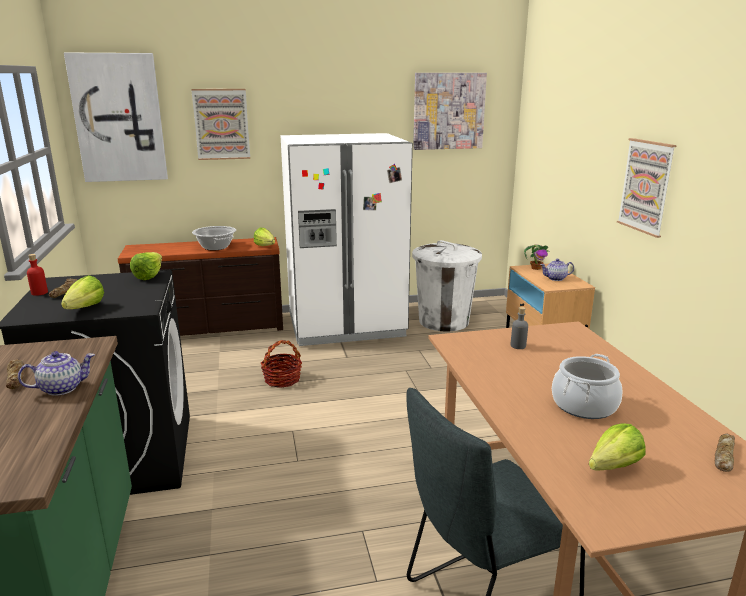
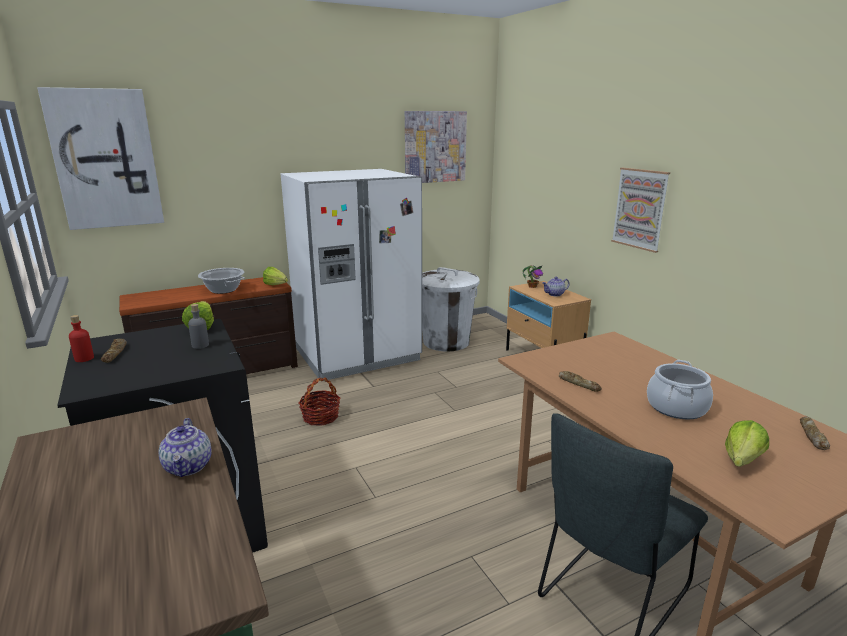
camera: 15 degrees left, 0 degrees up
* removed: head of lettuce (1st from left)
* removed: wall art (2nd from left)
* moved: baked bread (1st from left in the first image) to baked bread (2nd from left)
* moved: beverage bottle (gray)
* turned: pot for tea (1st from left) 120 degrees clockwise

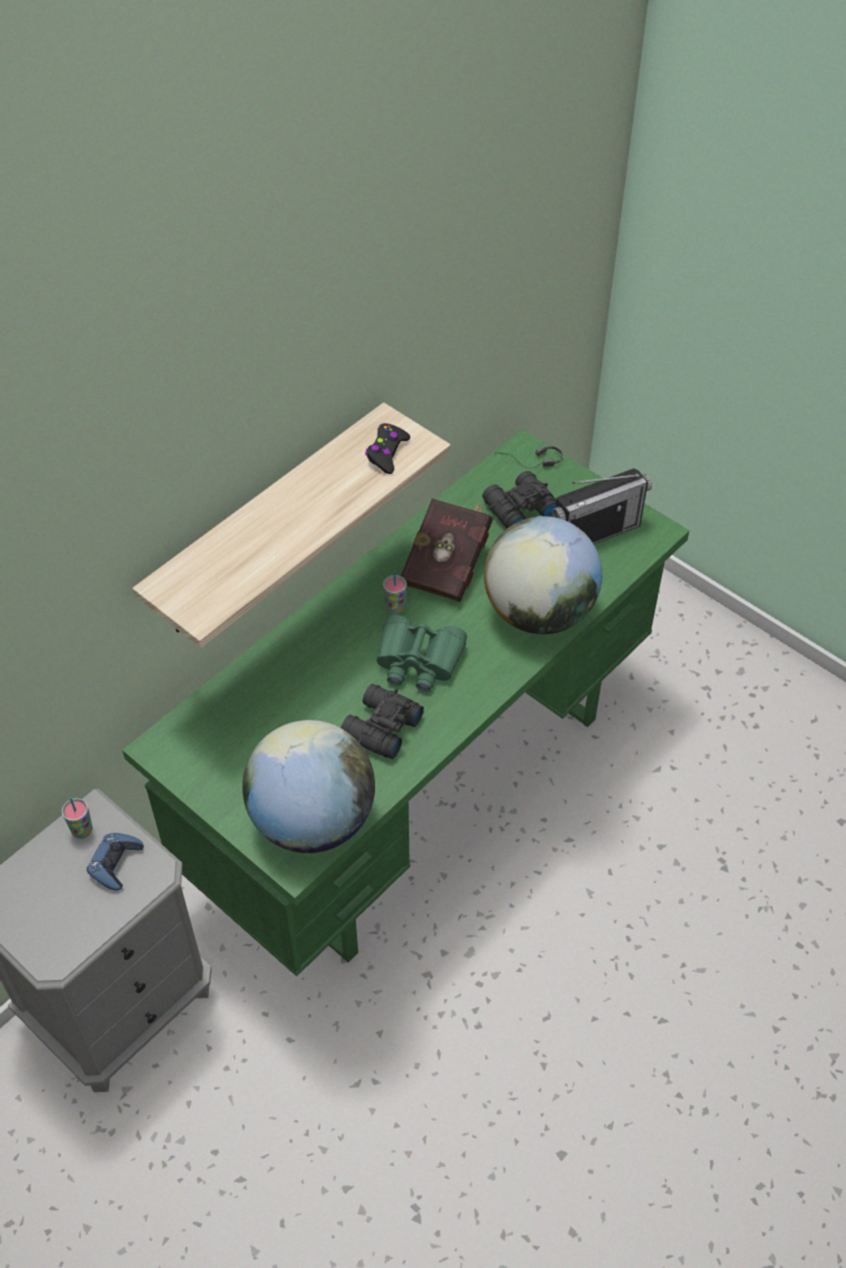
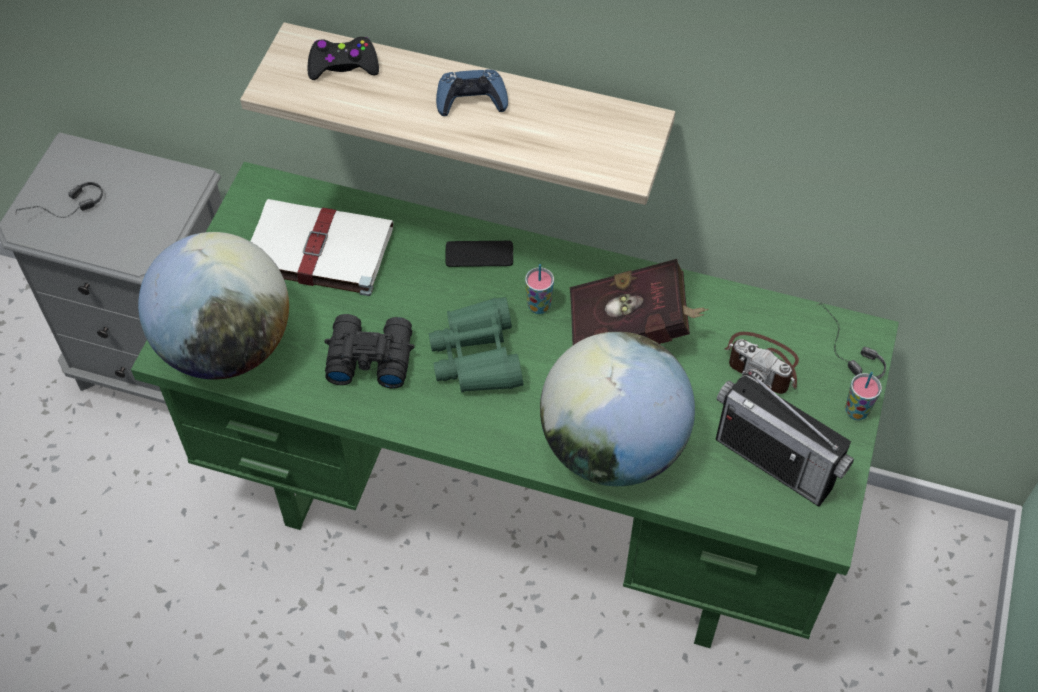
camera: 65 degrees right, 5 degrees up
* added: headset (1st from left)
* added: book (white)
* added: handset
* moved: small cup (1st from left in the first image) to small cup (2nd from left)
* moved: gamepad (blue-coloured)
* moved: gamepad (blackish)
* replaced: binoculars (blackish) (2nd from left) to still camera

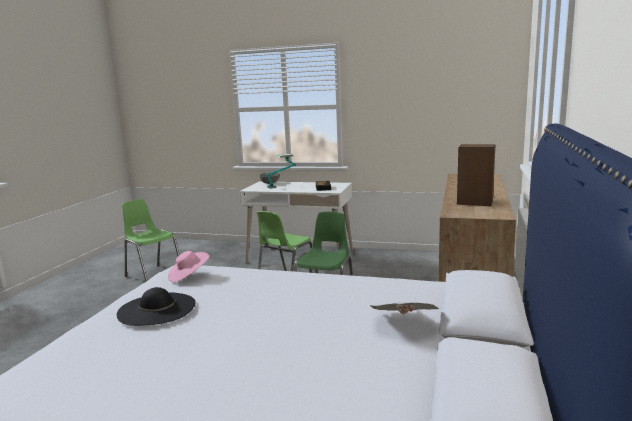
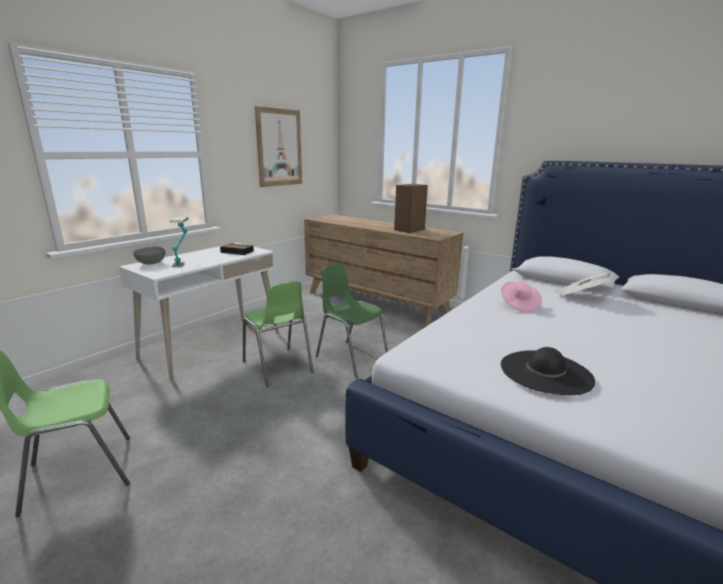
camera: 70 degrees left, 5 degrees up
* added: wall art
* moved: clothing hat (pink-coloured)

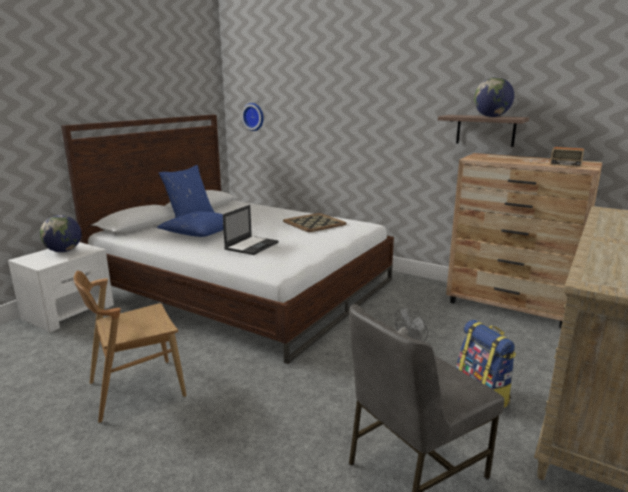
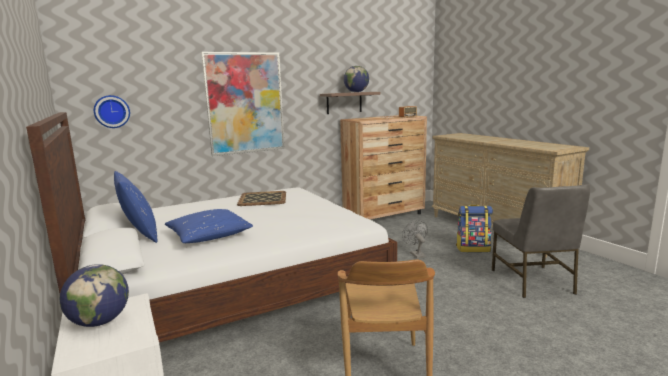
camera: 60 degrees left, 5 degrees down
* removed: portable computer
* added: wall art

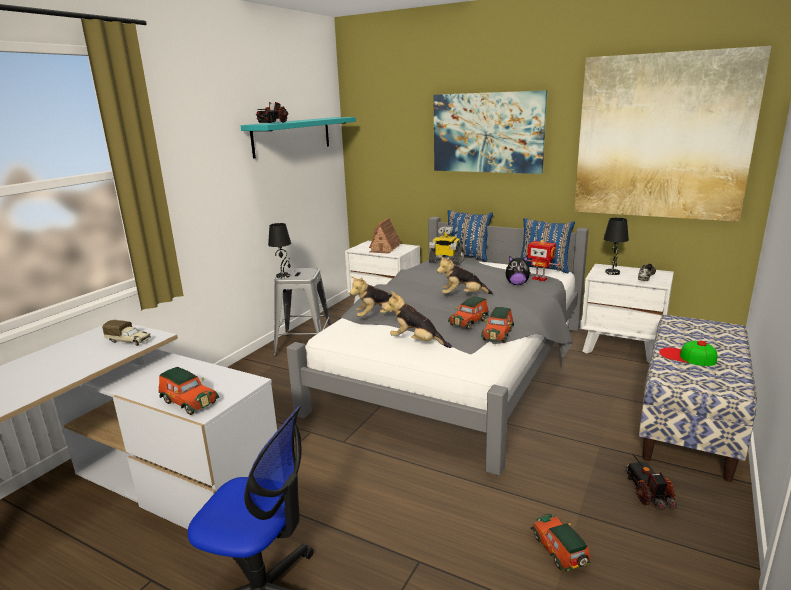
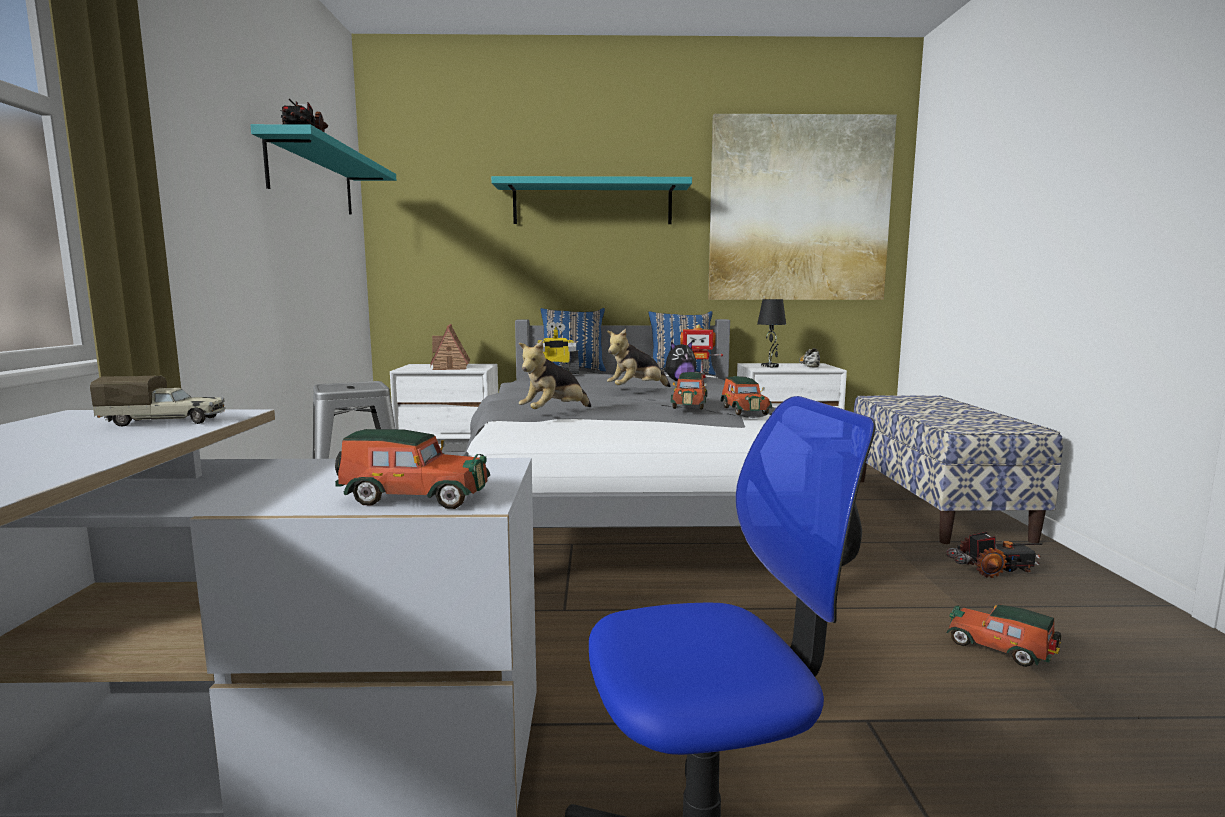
camera: 30 degrees left, 10 degrees down
* removed: table lamp (blackish) (1st from left)
* removed: cuddly toy (2nd from left)
* removed: peaked cap
* replaced: wall art (1st from left) to shelf (turquoise) (2nd from left)
* turned: toy lorry (3rd from left) 120 degrees clockwise

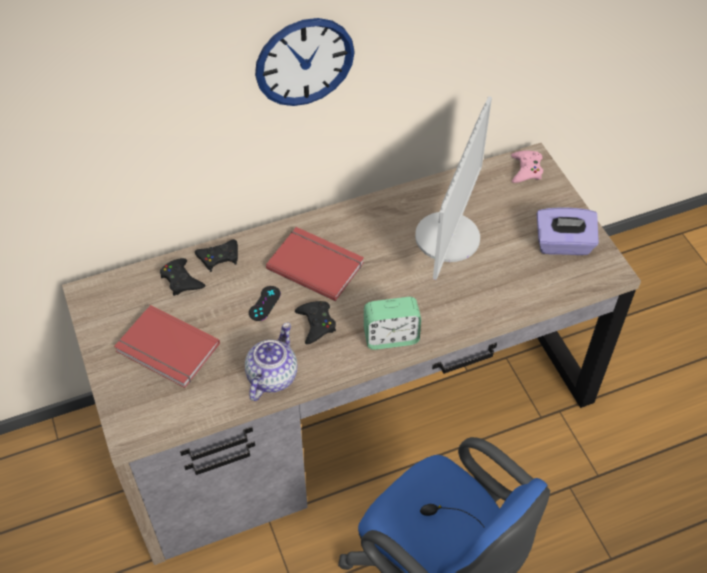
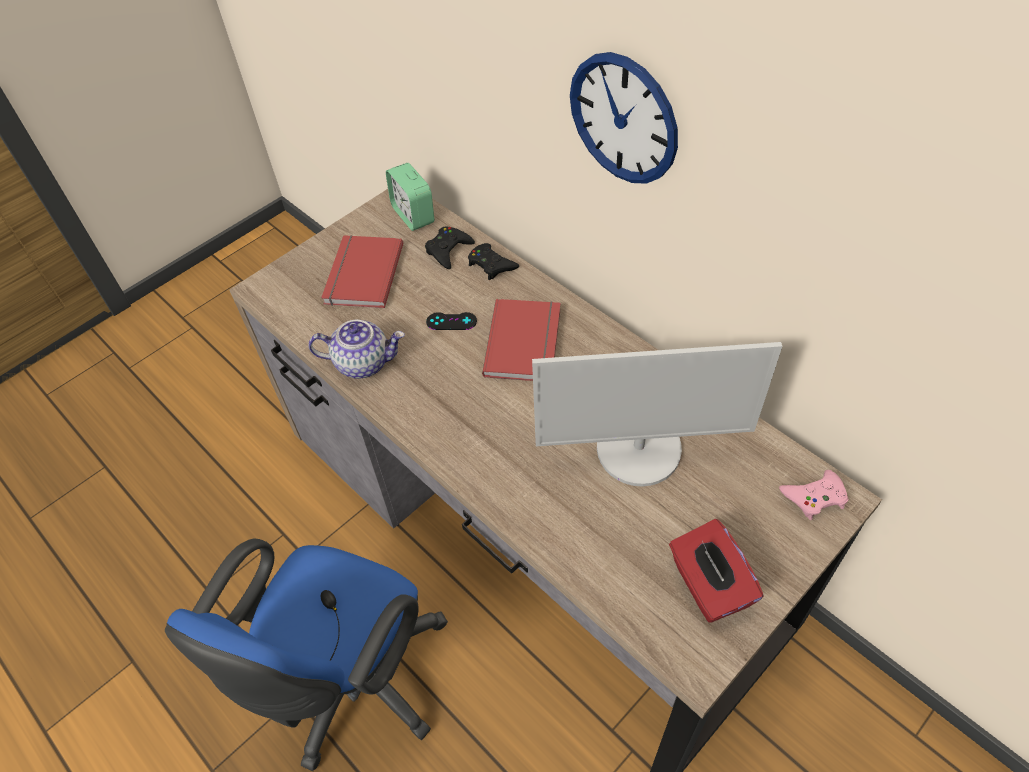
camera: 70 degrees right, 0 degrees up
* removed: gamepad (blackish) (4th from left)
* moved: table clock
* recoloured: tissue holder (purple-coloured) to tissue holder (reddish)

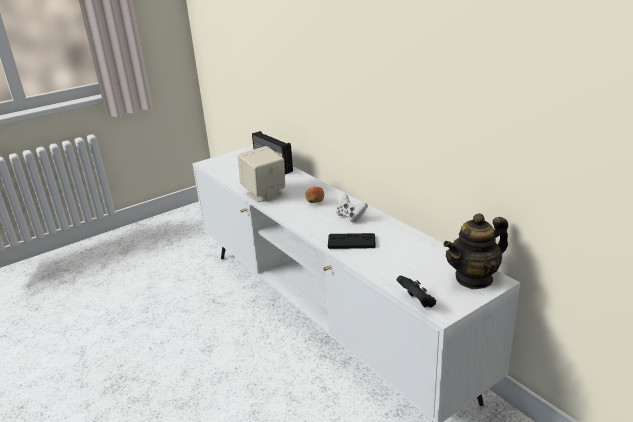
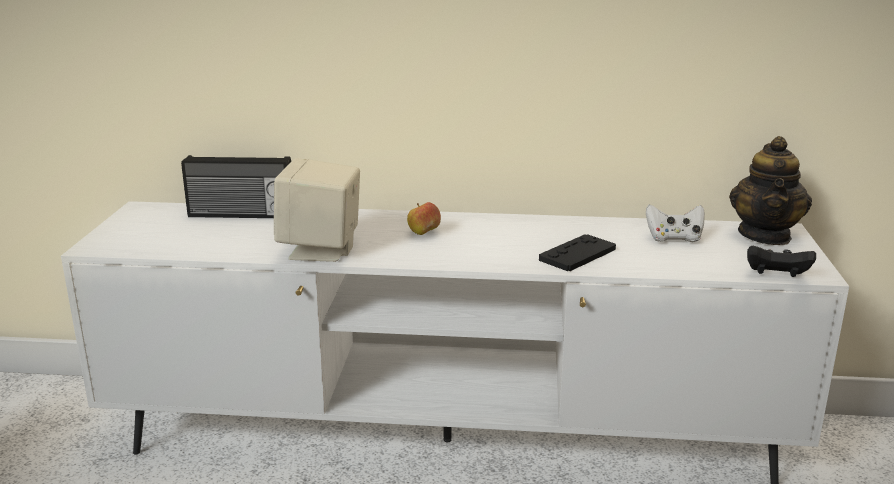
camera: 50 degrees left, 5 degrees down
* moved: gamepad (white)

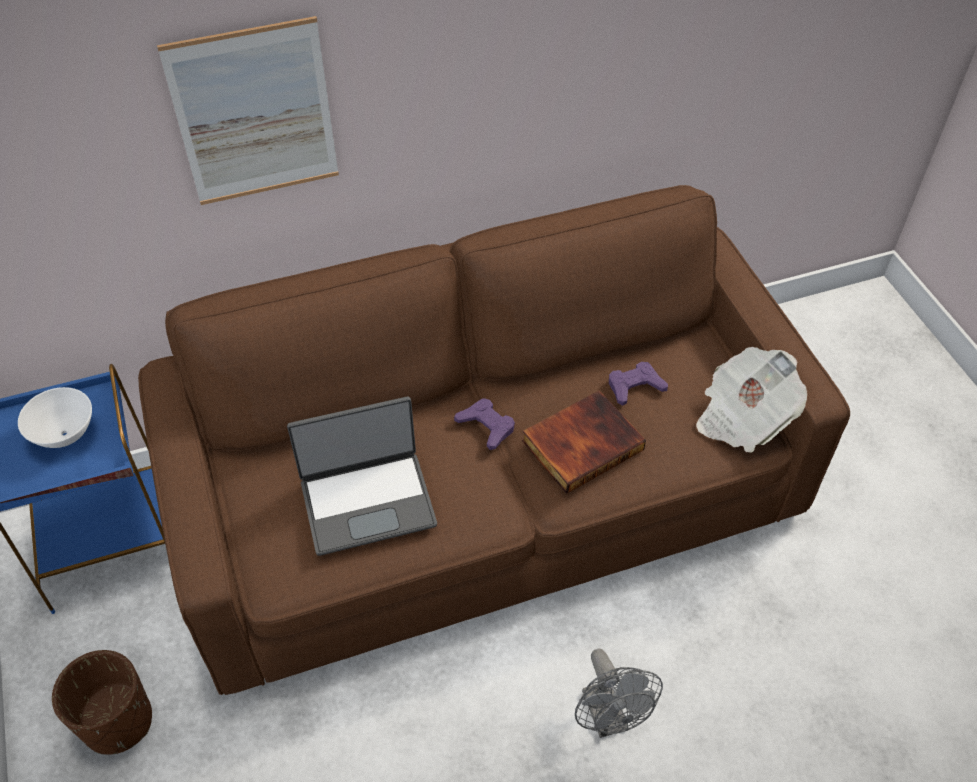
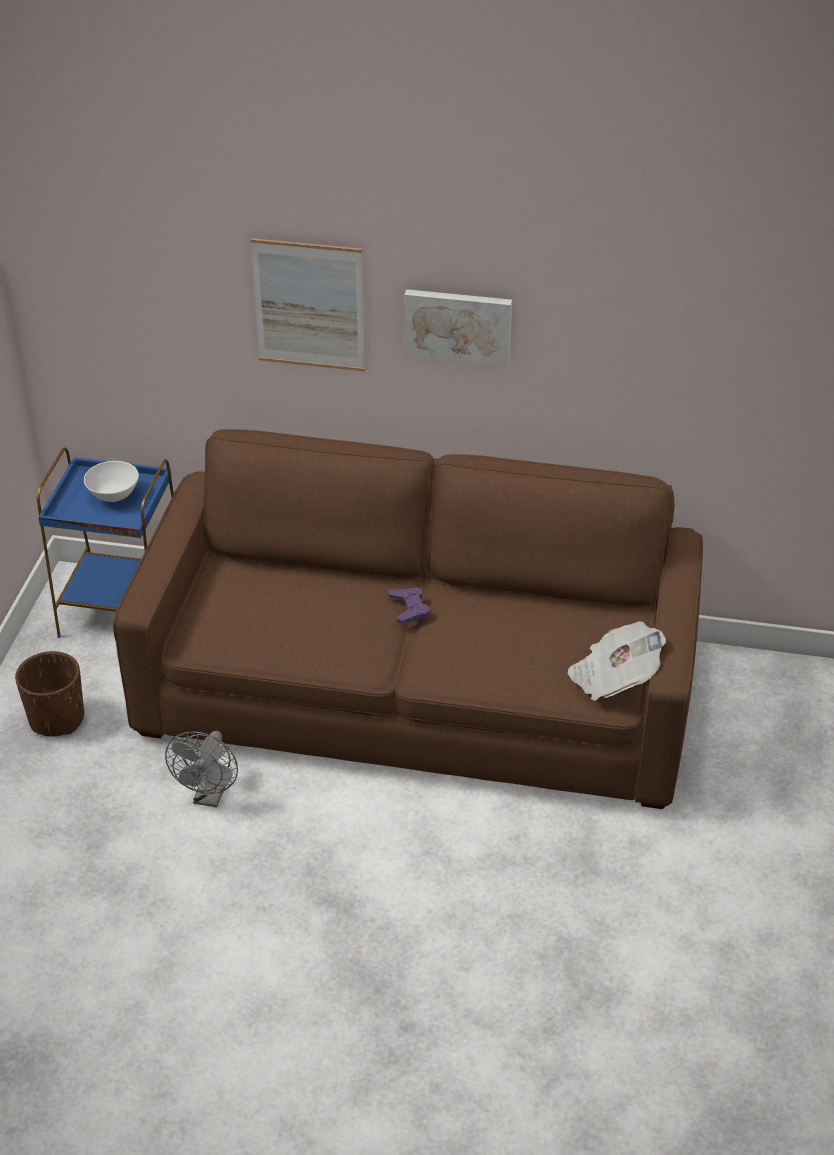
camera: 30 degrees right, 10 degrees down
* removed: portable computer
* removed: book
* removed: gamepad (purple-coloured) (2nd from left)
* added: wall art (2nd from left)
* moved: electric fan (gray)

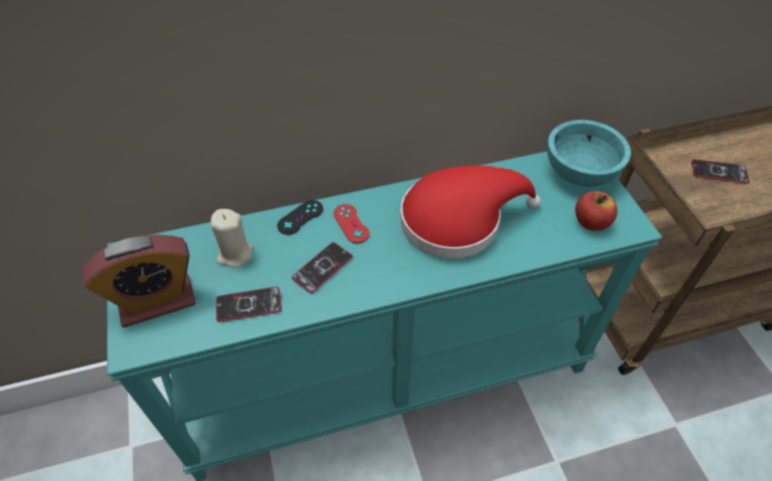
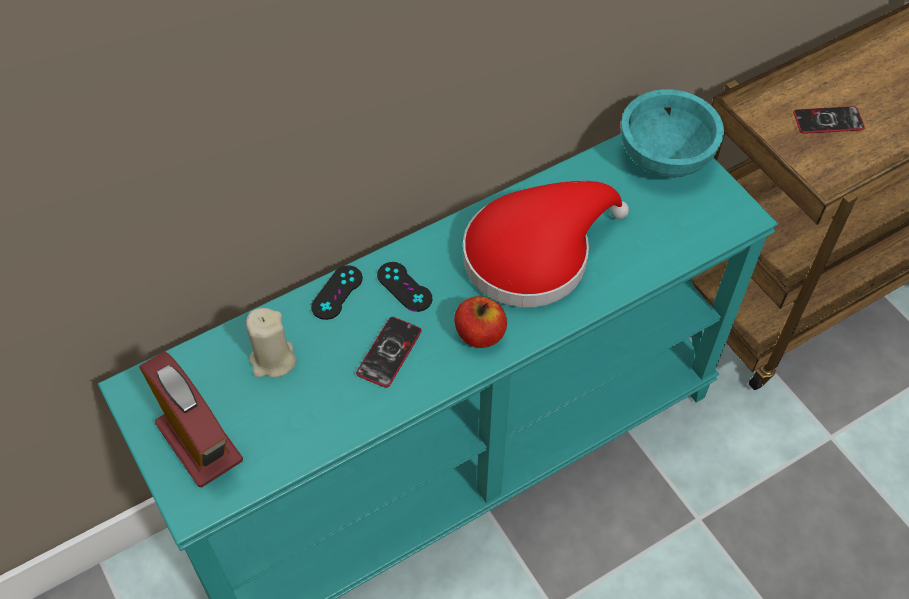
camera: 15 degrees left, 5 degrees up
* removed: handset (1st from left)
* moved: apple fruit
* recoloured: gamepad (reddish) to gamepad (blackish) (2nd from left)
* turned: table clock 90 degrees counterclockwise

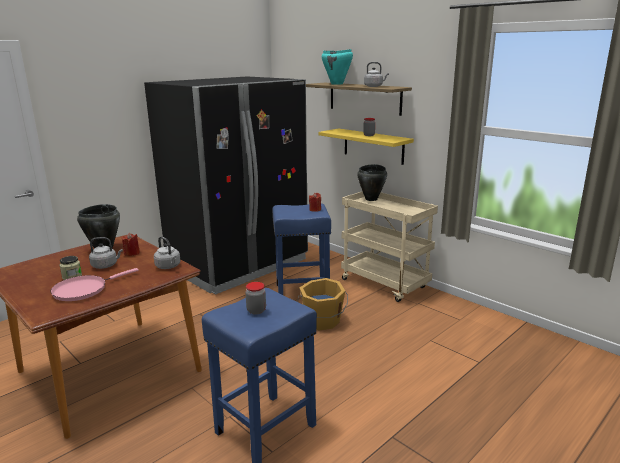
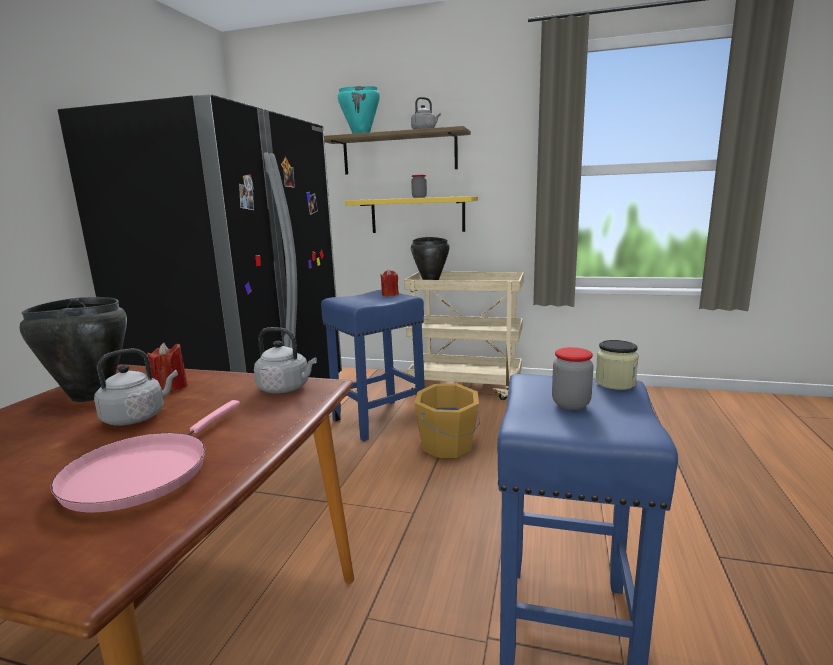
camera: 30 degrees left, 5 degrees down
* moved: preserve jar (1st from left in the first image) to preserve jar (3rd from left)

